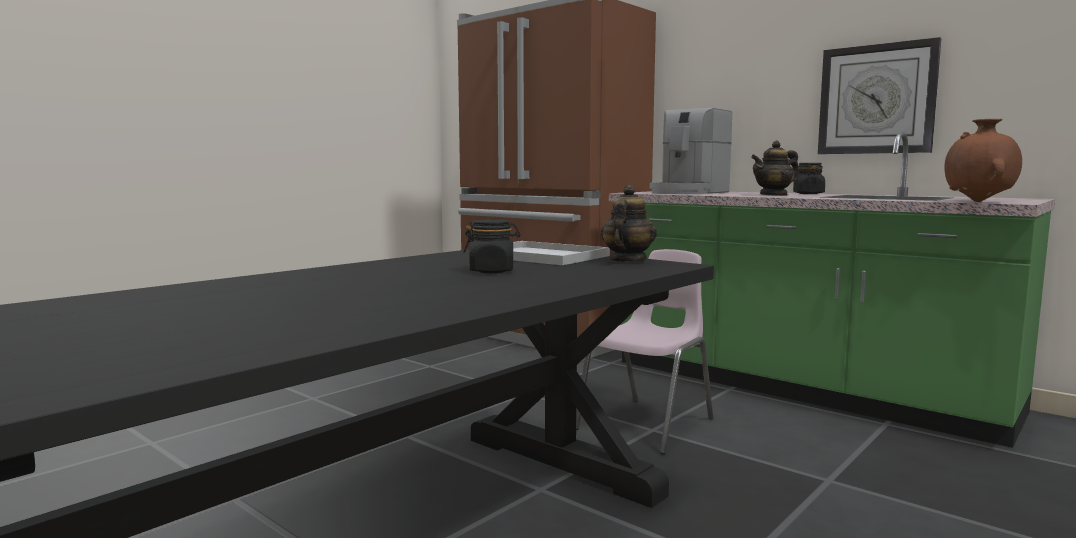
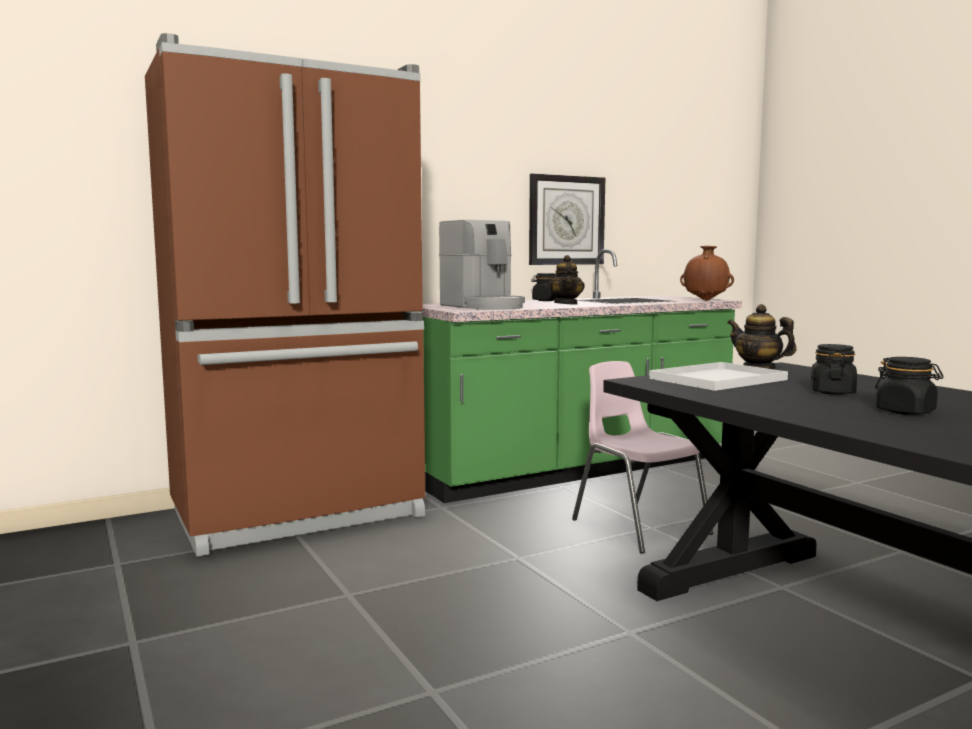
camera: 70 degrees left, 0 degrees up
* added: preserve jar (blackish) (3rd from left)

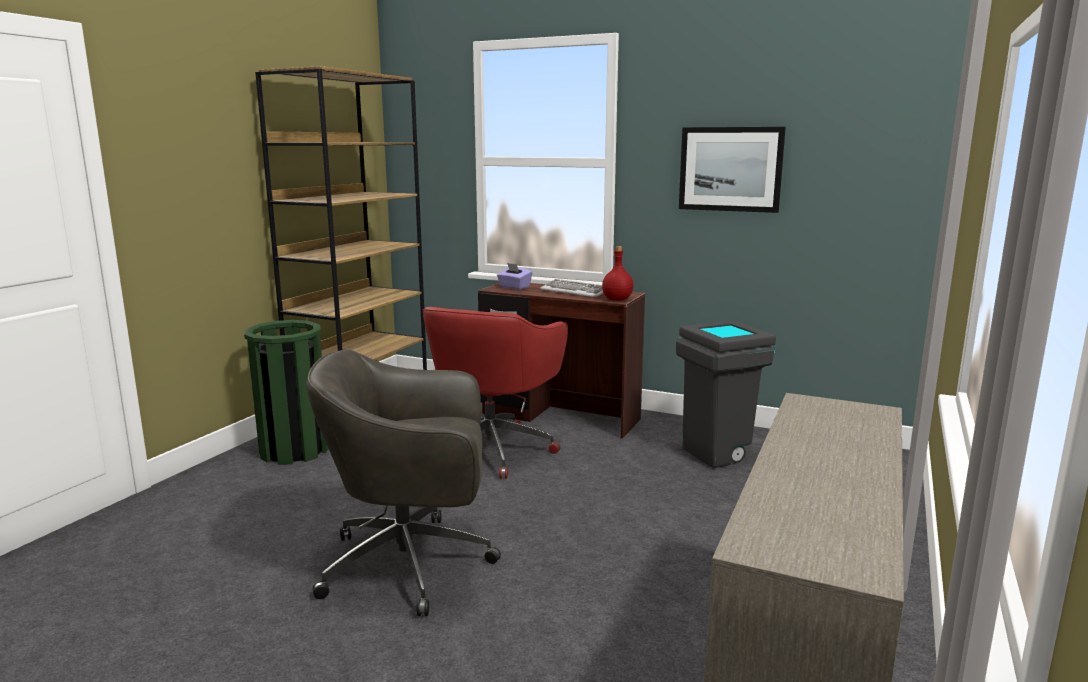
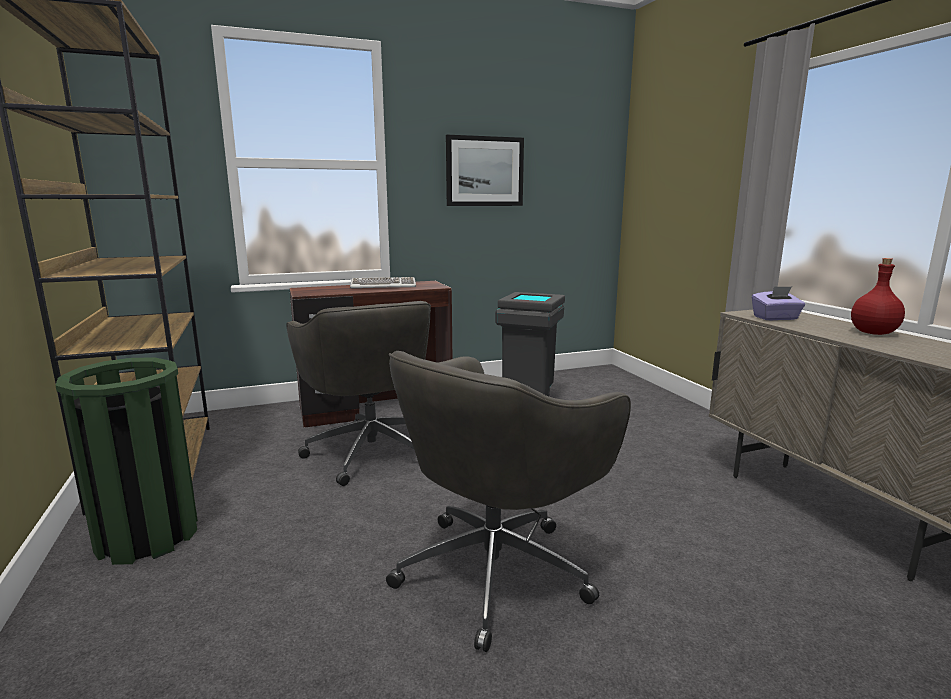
camera: 45 degrees left, 0 degrees up
* moved: tissue holder (purple-coloured)
* moved: beverage bottle (reddish)
* recoloured: desk chair (reddish) to desk chair (gray) (1st from left)

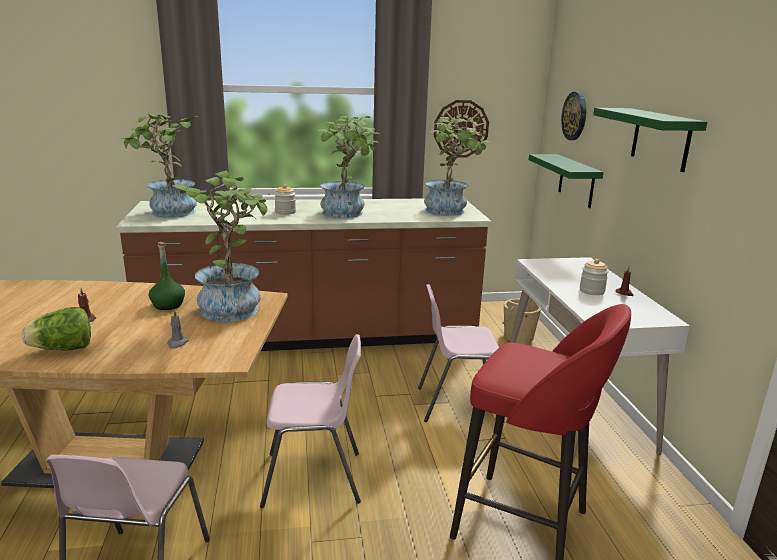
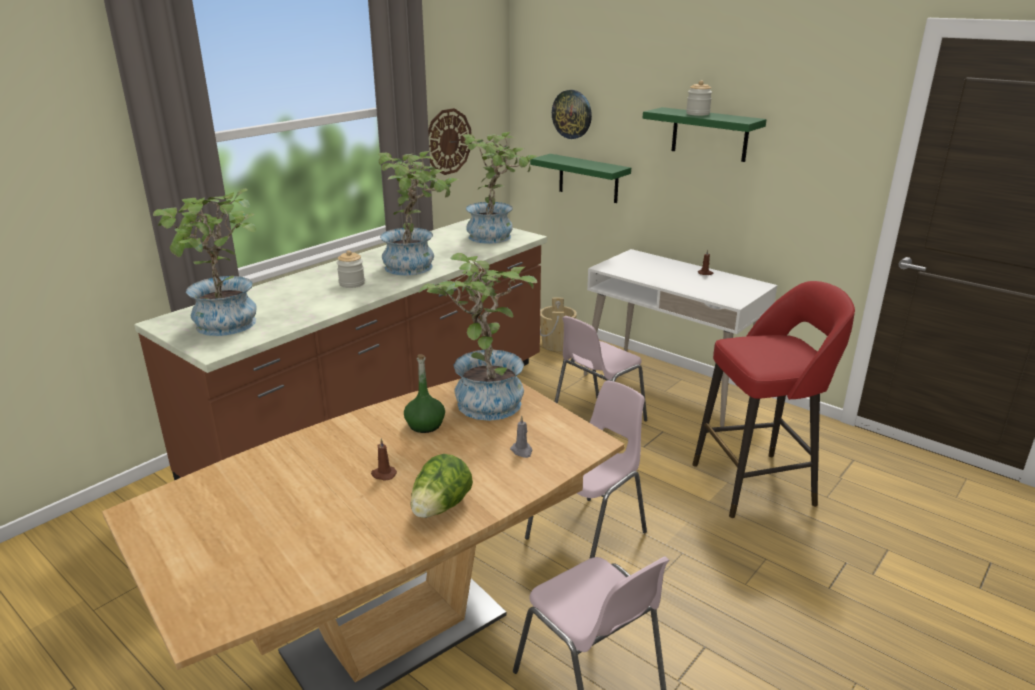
camera: 40 degrees left, 5 degrees up
* moved: preserve jar (2nd from left)

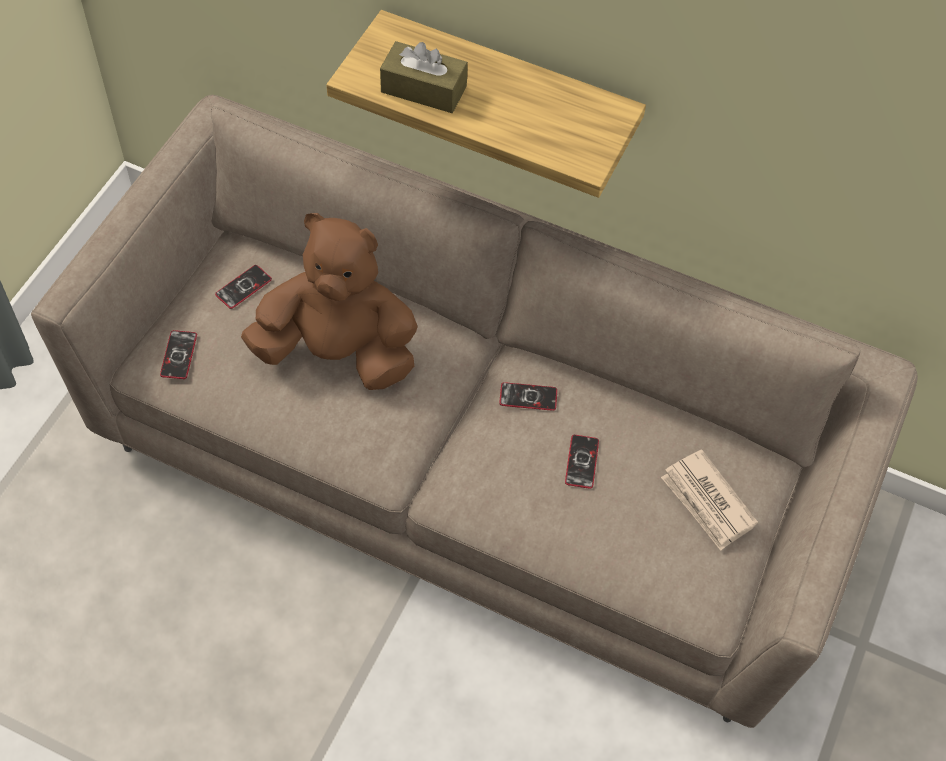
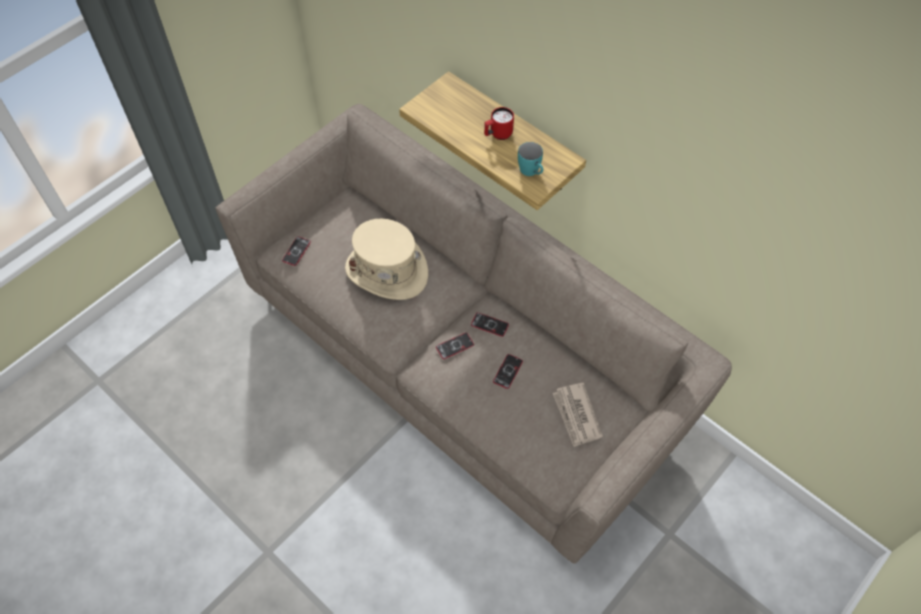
camera: 20 degrees right, 0 degrees up
* removed: tissue holder (brownish)
* added: coffee mug (reddish)
* added: coffee mug (turquoise)
* moved: handset (2nd from left)
* replaced: cuddly toy (brownish) to clothing hat (beige)

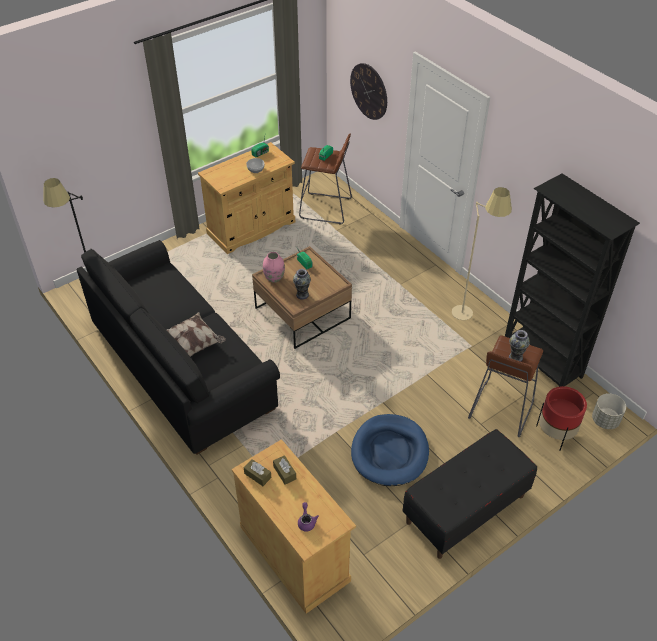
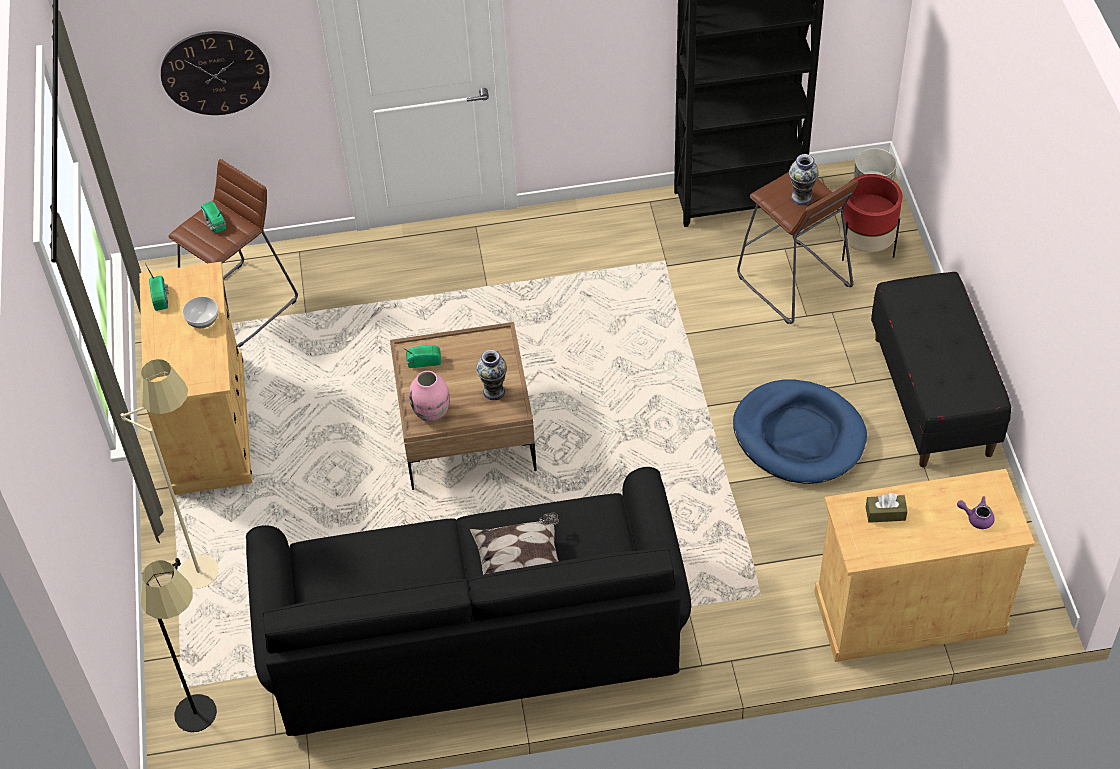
camera: 60 degrees left, 5 degrees up
* removed: tissue holder (brownish) (1st from left)
* moved: floor lamp (beige)

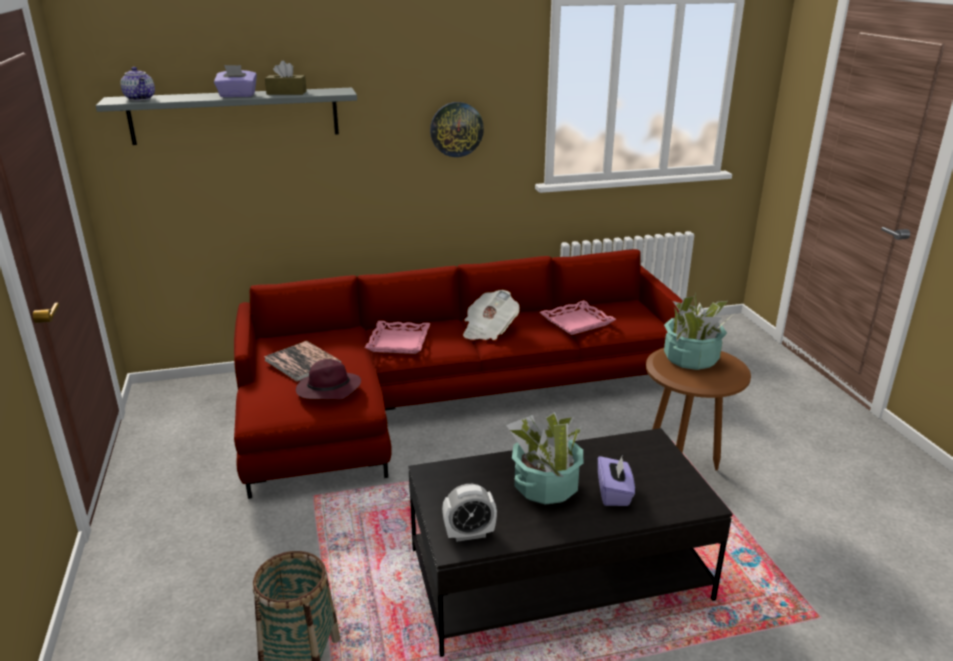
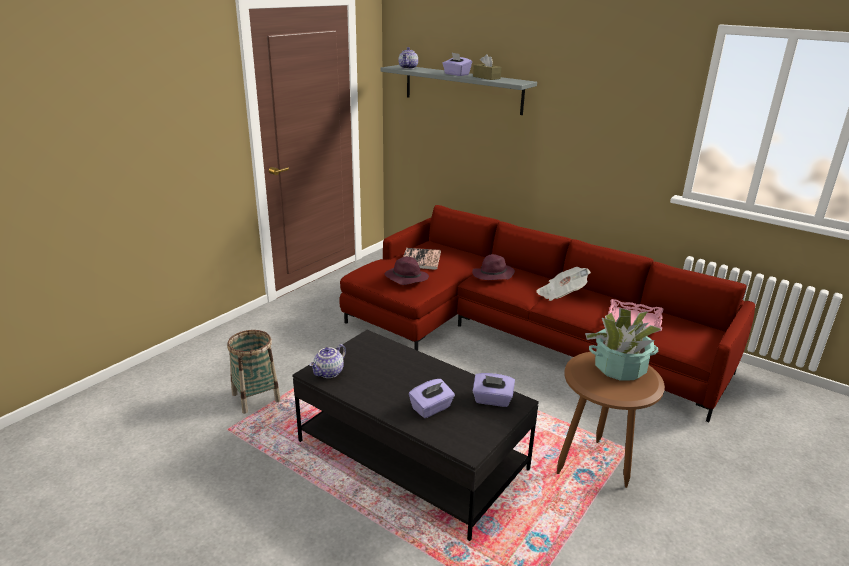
camera: 50 degrees right, 0 degrees up
* removed: clock on the wall
* removed: potted plant (1st from left)
* added: tissue holder (purple-coloured) (3rd from left)
* replaced: tray (pink-coloured) (1st from left) to clothing hat (purple-coloured) (2nd from left)
* replaced: table clock to pot for tea (1st from left)

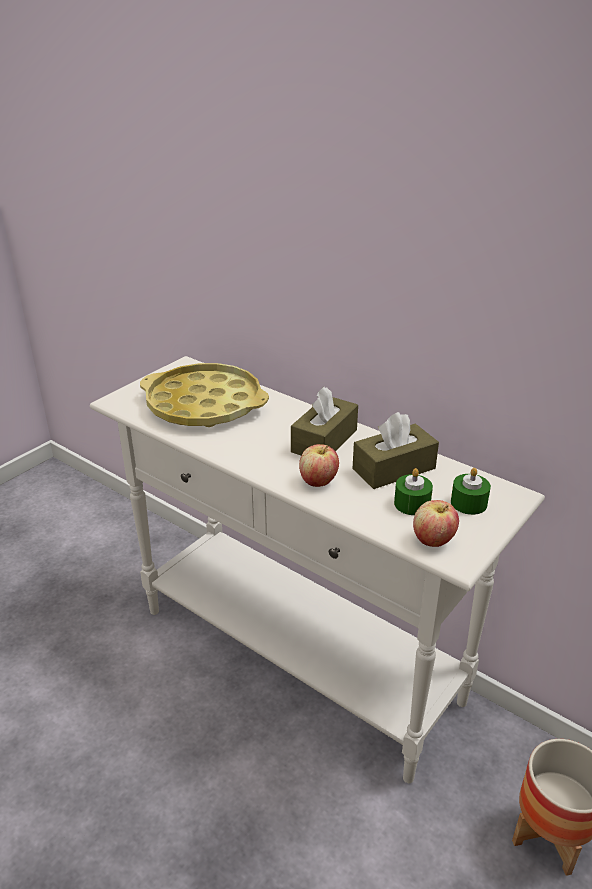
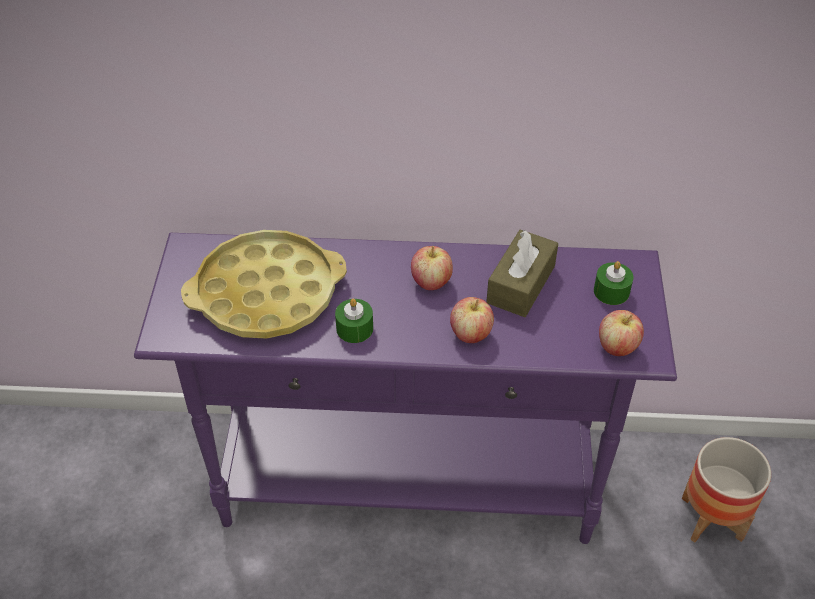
camera: 35 degrees left, 15 degrees up
* moved: candle (green-coloured) (1st from left)
* replaced: tissue holder (brownish) (1st from left) to apple fruit (1st from left)
* recoloured: hall table (white) to hall table (purple-coloured)

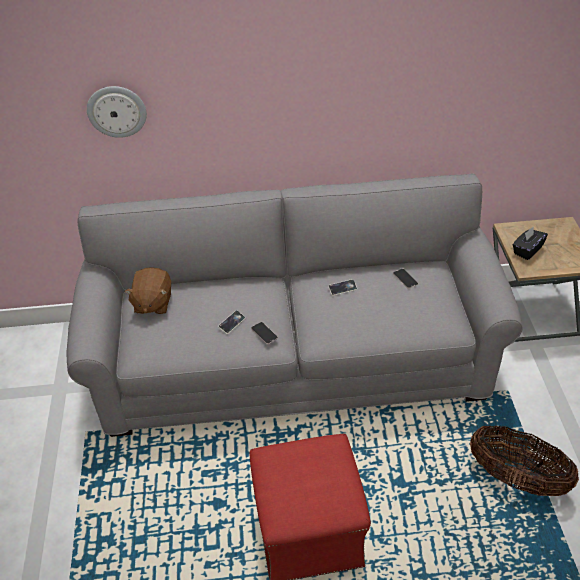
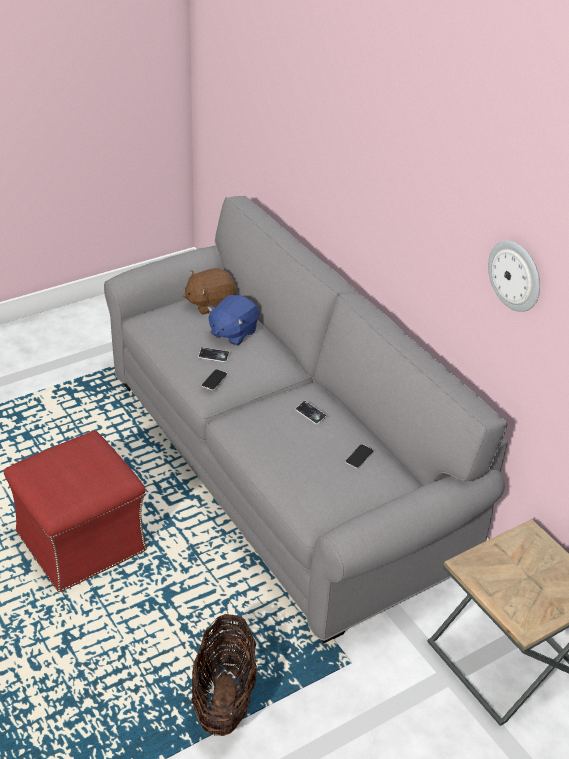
camera: 60 degrees right, 5 degrees down
* removed: tissue holder (blackish)
* added: cuddly toy (blue-coloured)
* moved: clock on the wall

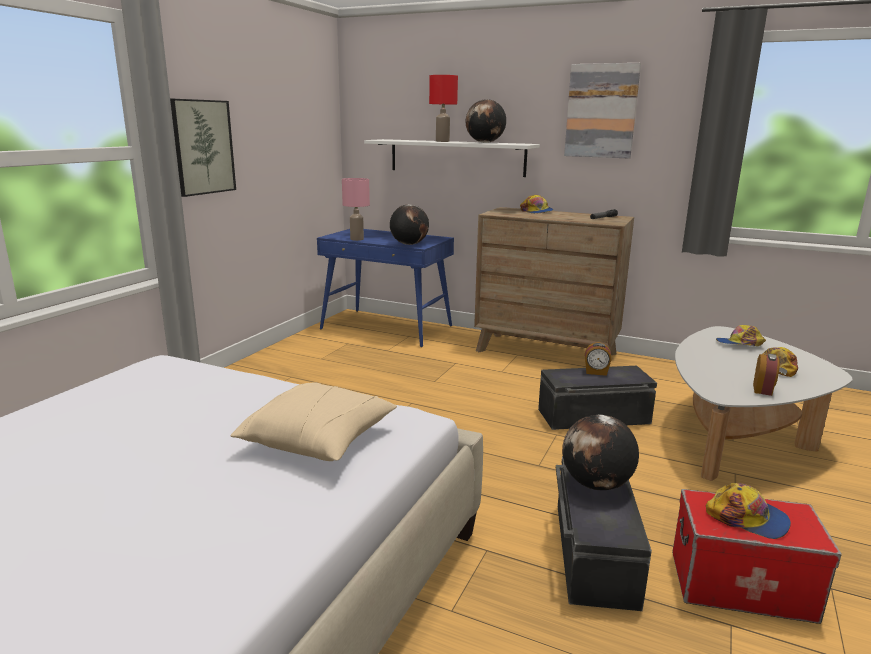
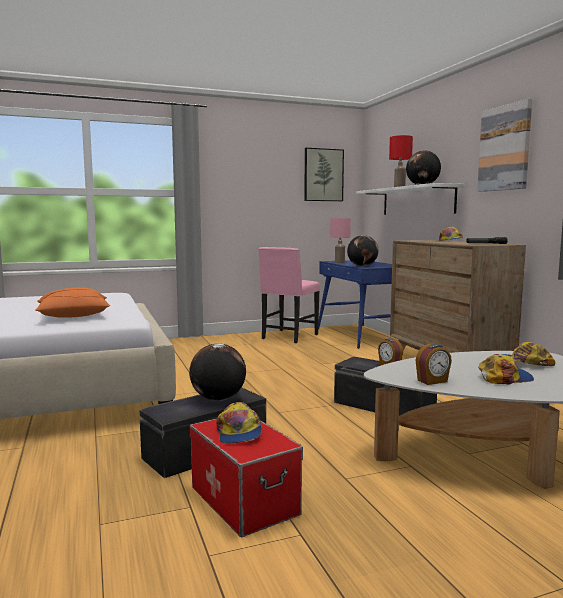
camera: 45 degrees right, 10 degrees down
* added: chair (pink-coloured)
* moved: wall art (1st from left)
* recoloured: cushion (beige) to cushion (orange-coloured)

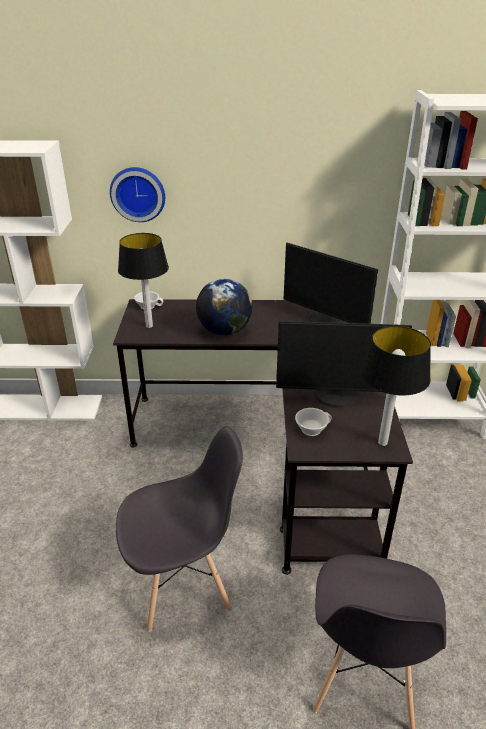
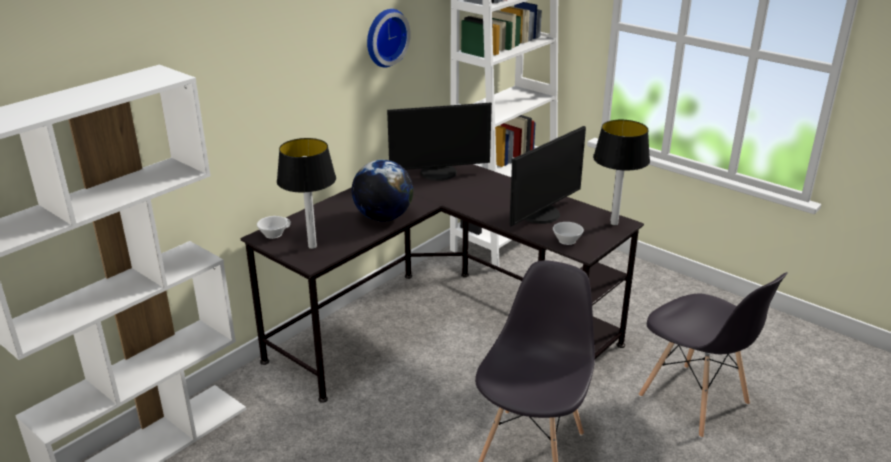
camera: 50 degrees left, 5 degrees down
* moved: clock on the wall

